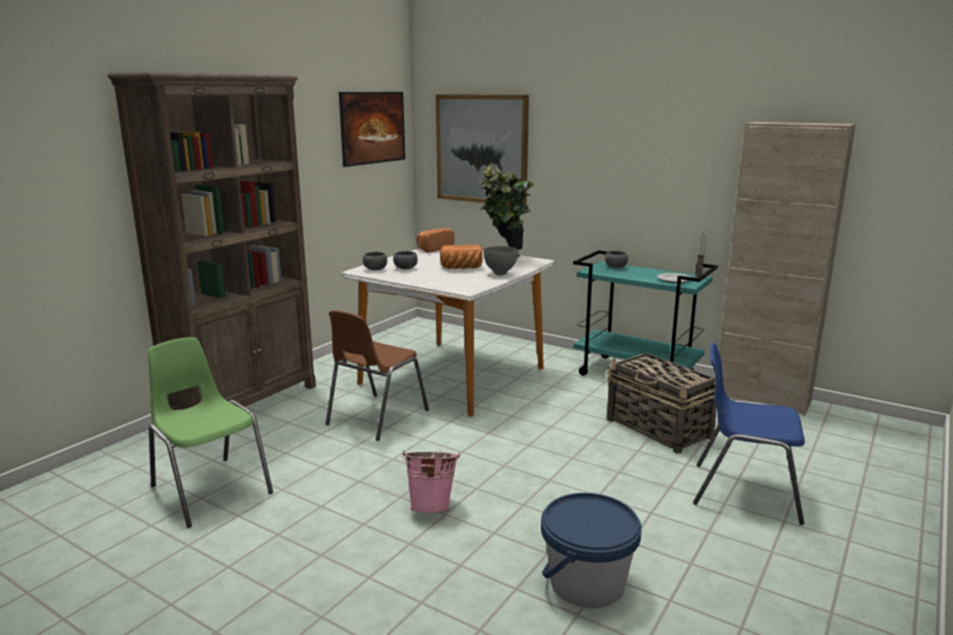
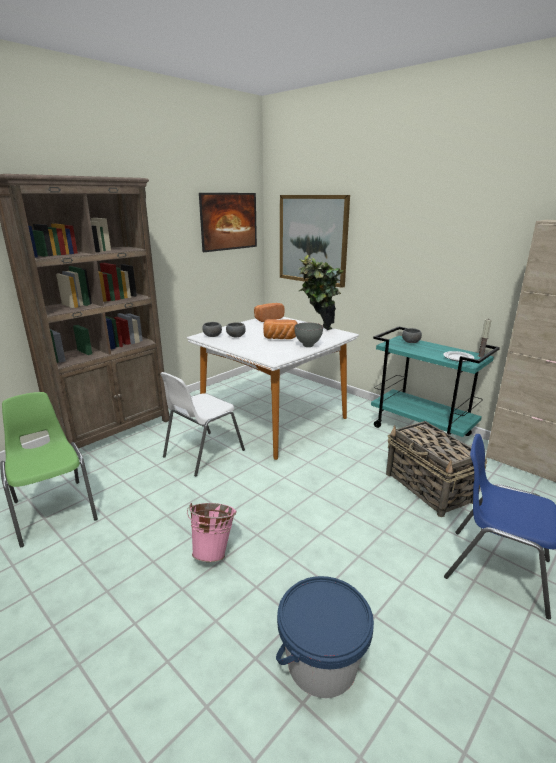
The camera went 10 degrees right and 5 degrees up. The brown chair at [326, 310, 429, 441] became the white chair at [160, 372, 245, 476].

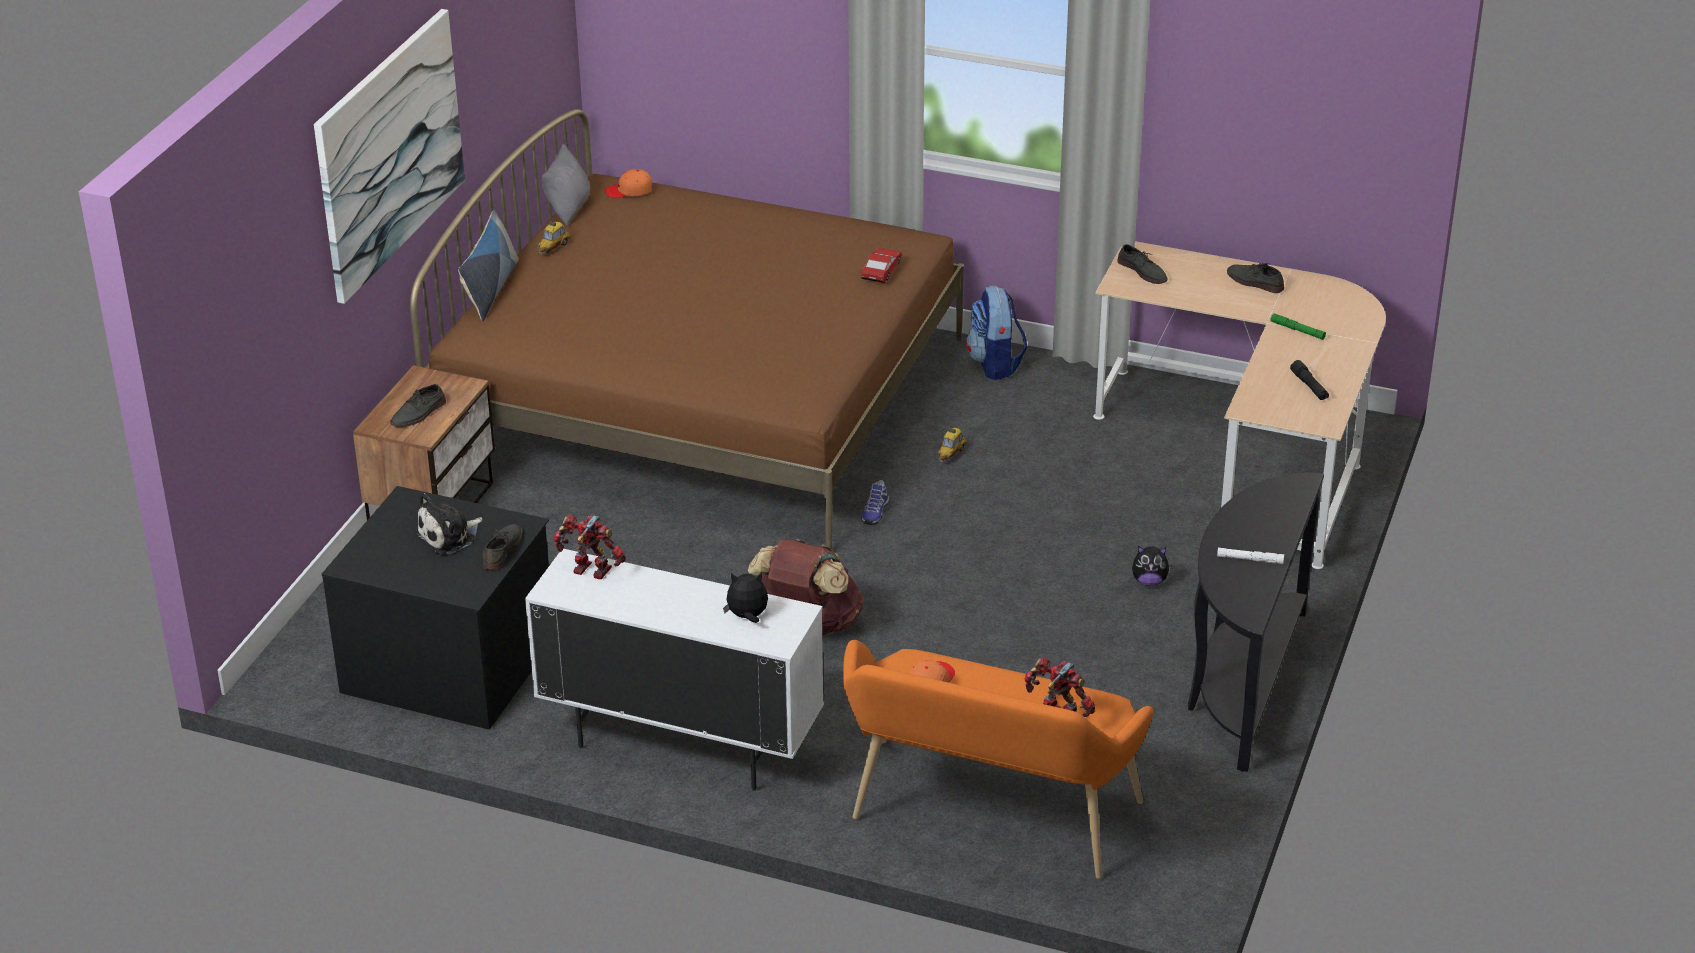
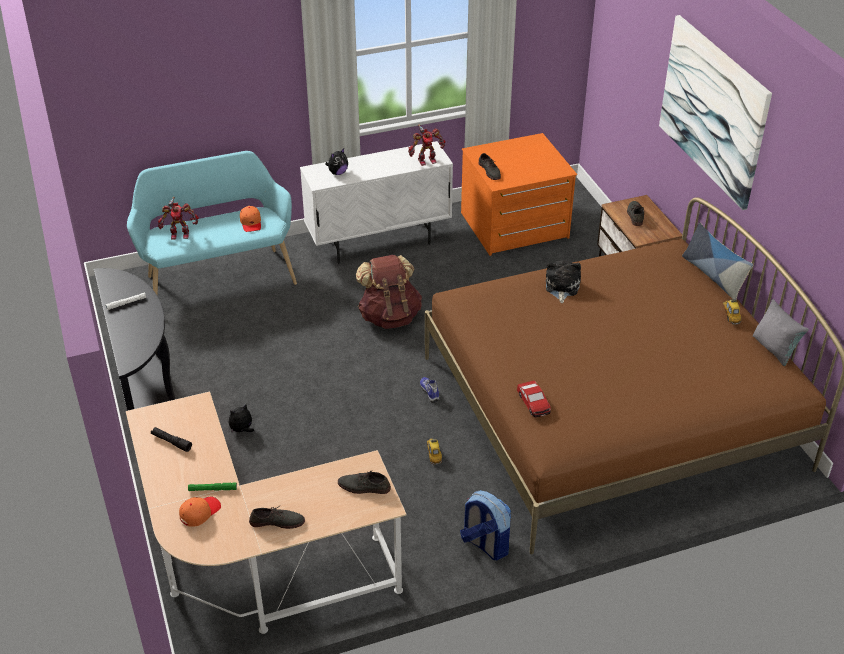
The camera went 140 degrees right and 5 degrees up. The black dresser at [322, 486, 549, 729] became the orange dresser at [461, 133, 577, 256]. The plush toy moved from [415, 493, 483, 554] to [546, 260, 581, 303]. The orange cap moved from [605, 169, 652, 198] to [179, 497, 221, 527]. The orange bench at [843, 640, 1153, 879] became the turquoise bench at [127, 151, 297, 296].

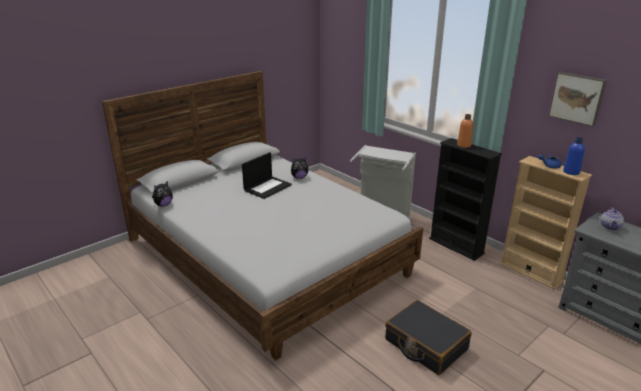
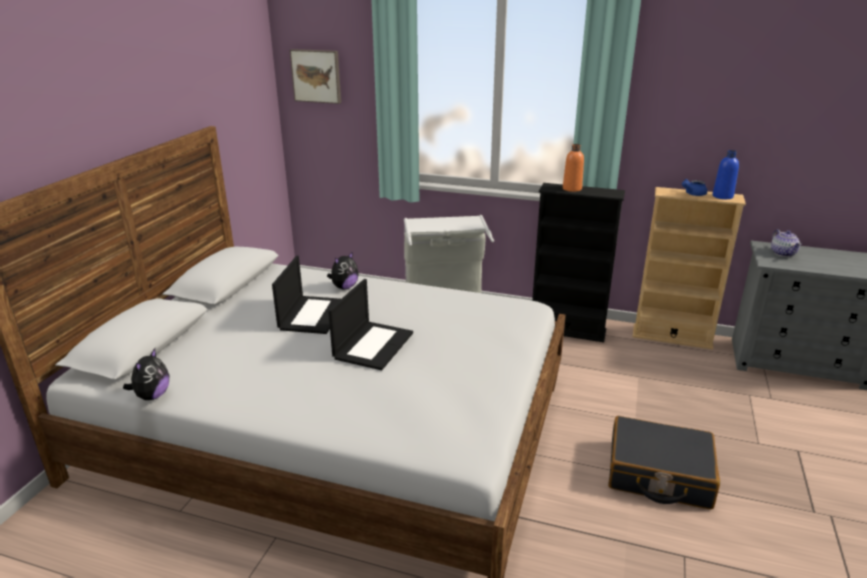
The camera went 30 degrees left and 0 degrees up. The picture moved from [548, 72, 607, 127] to [290, 49, 341, 104]. The laptop at [328, 279, 413, 370] appeared.

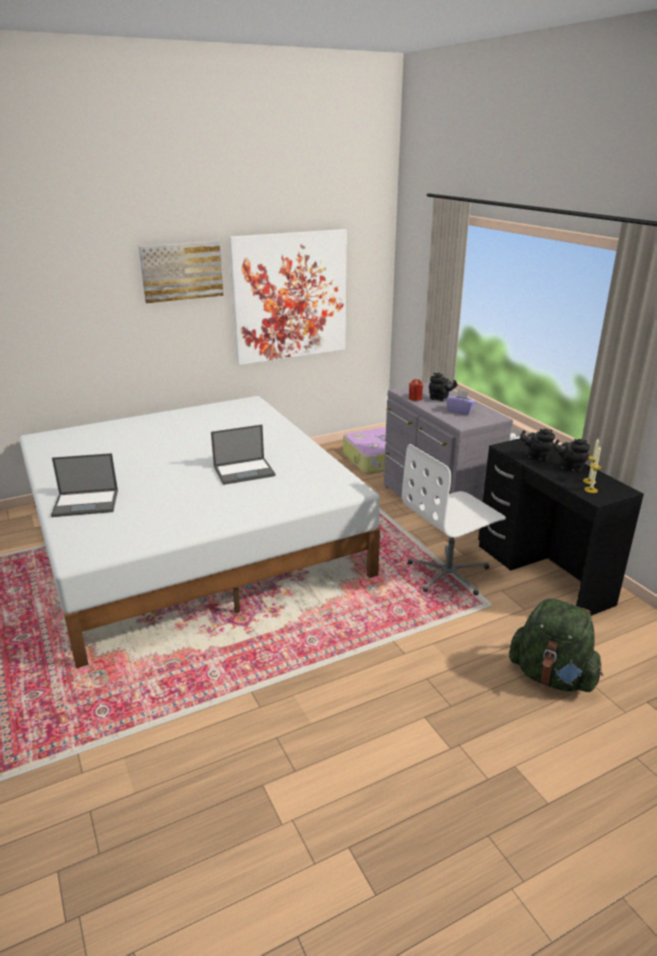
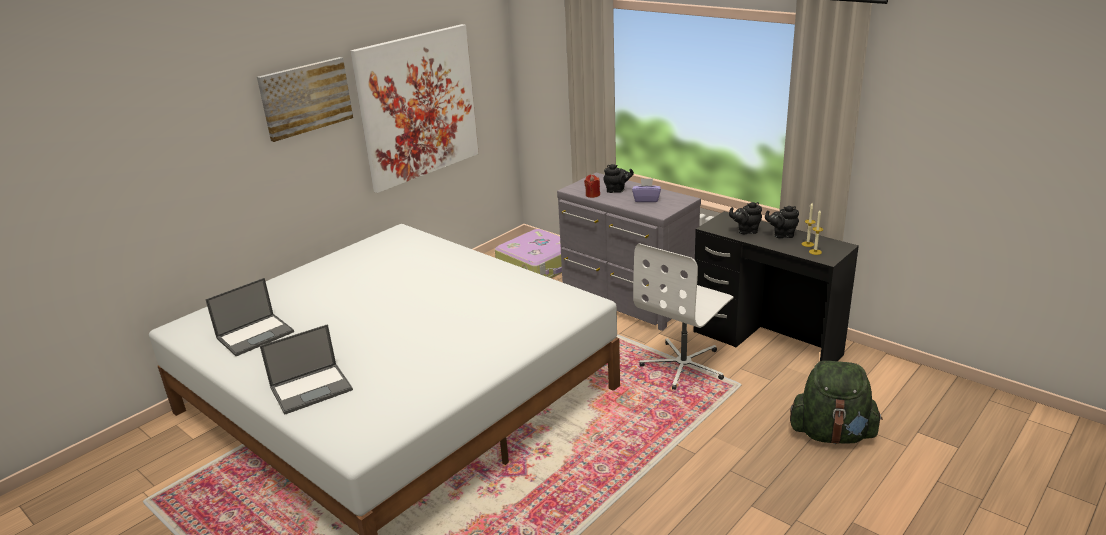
The camera went 20 degrees left and 0 degrees up. The laptop moved from [211, 425, 276, 485] to [205, 278, 294, 356].

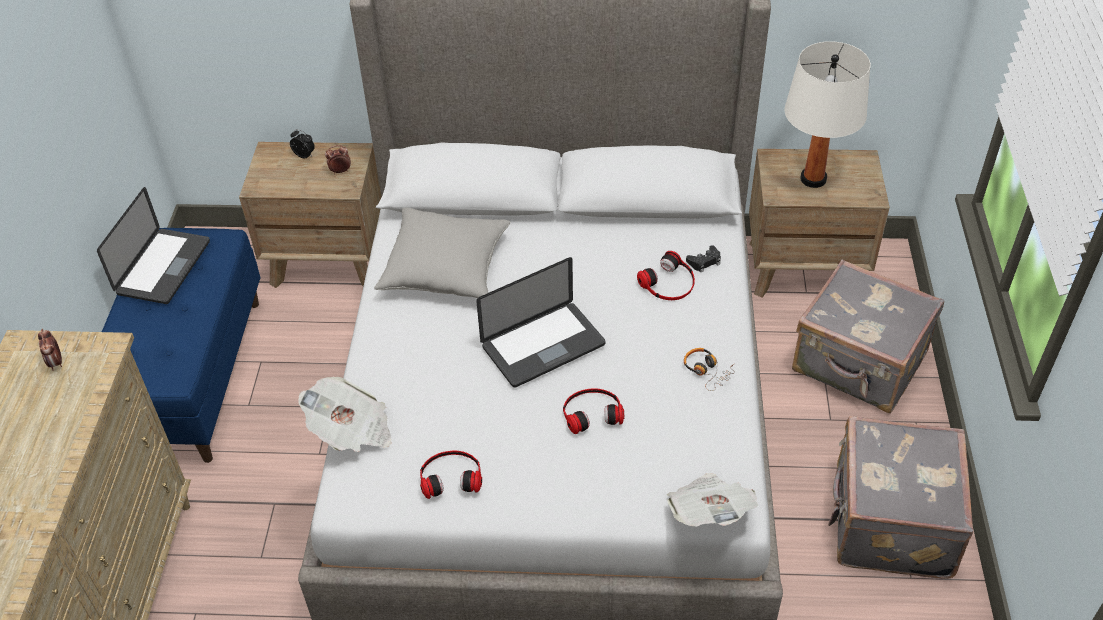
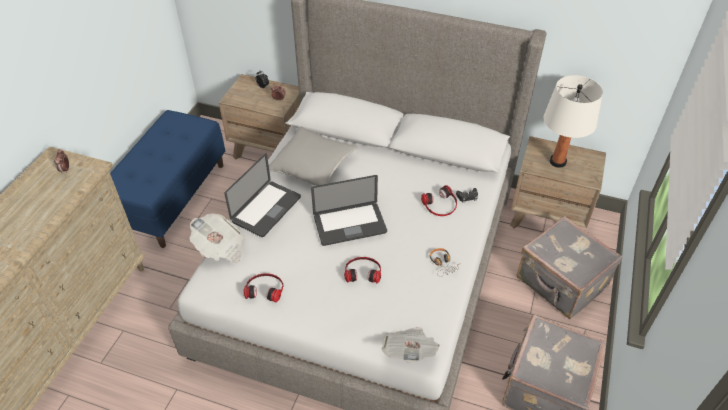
The camera went 15 degrees right and 0 degrees up. The laptop moved from [97, 187, 210, 304] to [224, 153, 301, 237].

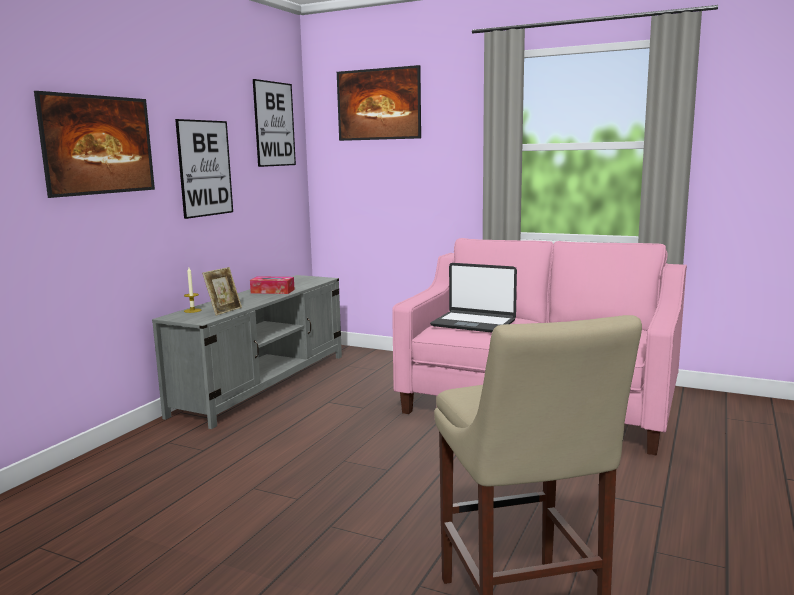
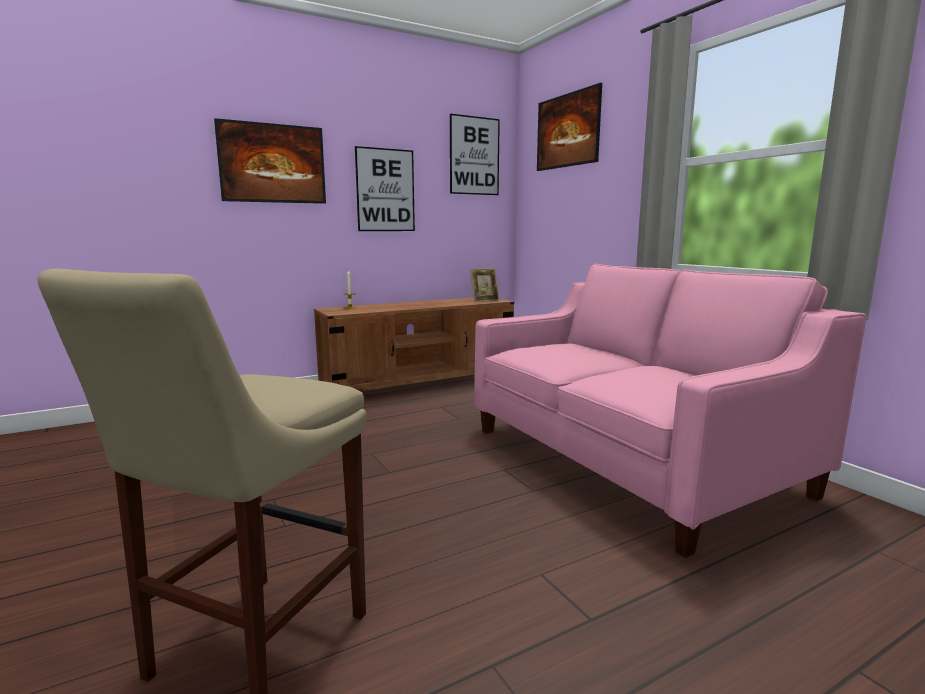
The camera went 35 degrees right and 0 degrees up. The grey tv stand at [152, 275, 342, 429] became the brown tv stand at [314, 297, 514, 391]. The picture frame moved from [202, 267, 242, 316] to [470, 269, 499, 302]. The tissue box at [250, 276, 295, 294] disappeared. The laptop at [430, 263, 517, 333] disappeared.

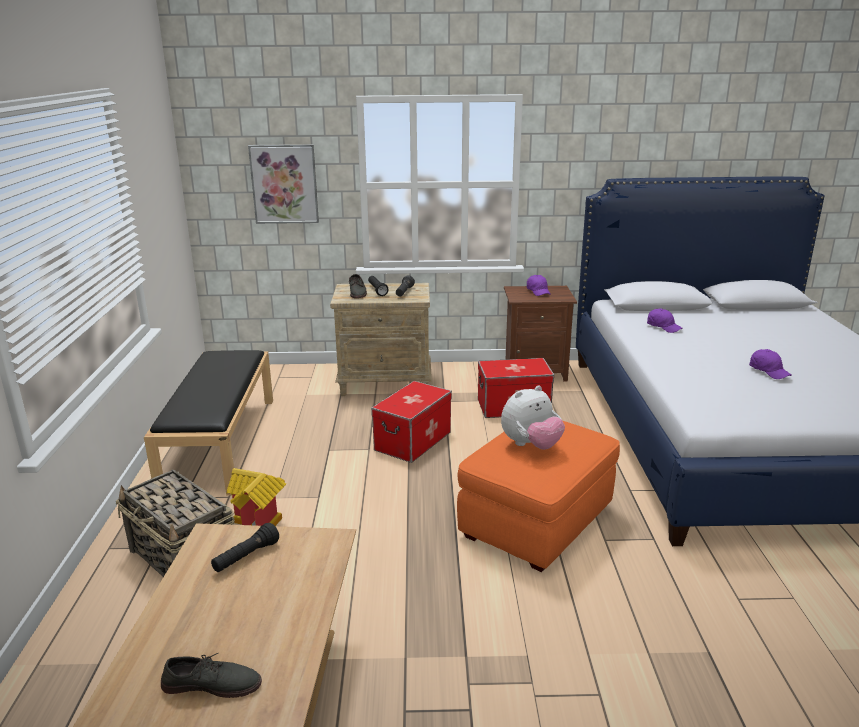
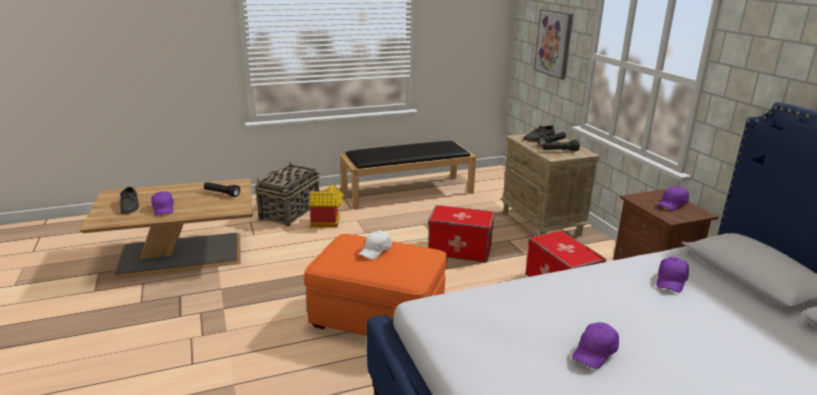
The camera went 70 degrees right and 0 degrees up. The plush toy at [501, 386, 565, 450] was replaced by the white cap at [358, 231, 392, 259]. The purple cap at [151, 191, 174, 216] appeared.

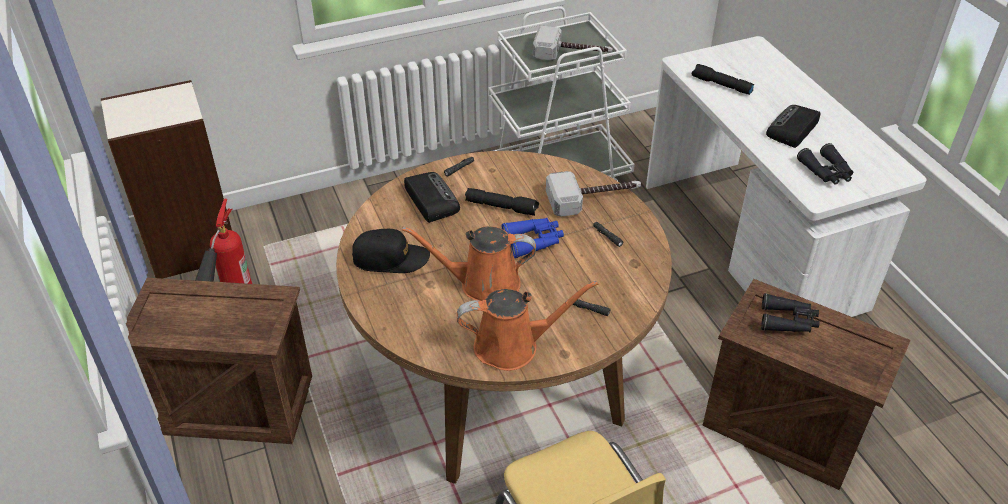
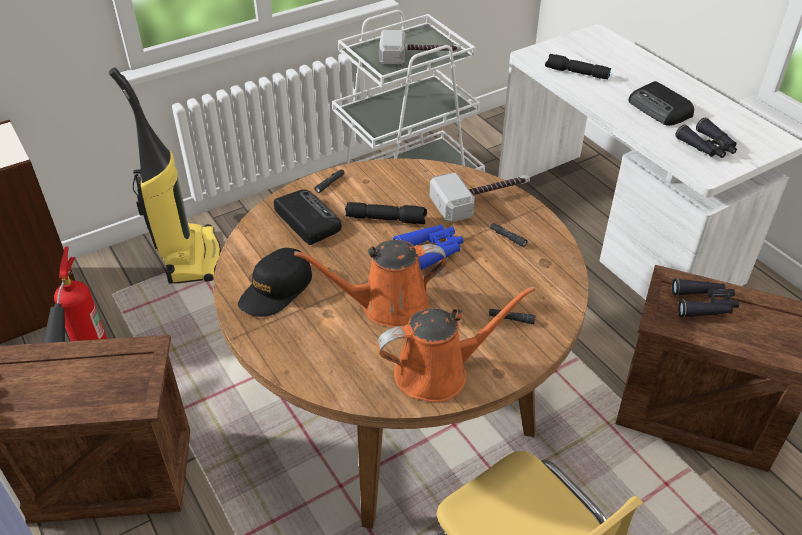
The camera went 10 degrees left and 0 degrees up. The black cap at [352, 229, 430, 273] turned 135 degrees clockwise. The radio at [766, 105, 820, 148] turned 60 degrees counterclockwise. The vacuum cleaner at [109, 67, 221, 284] appeared.

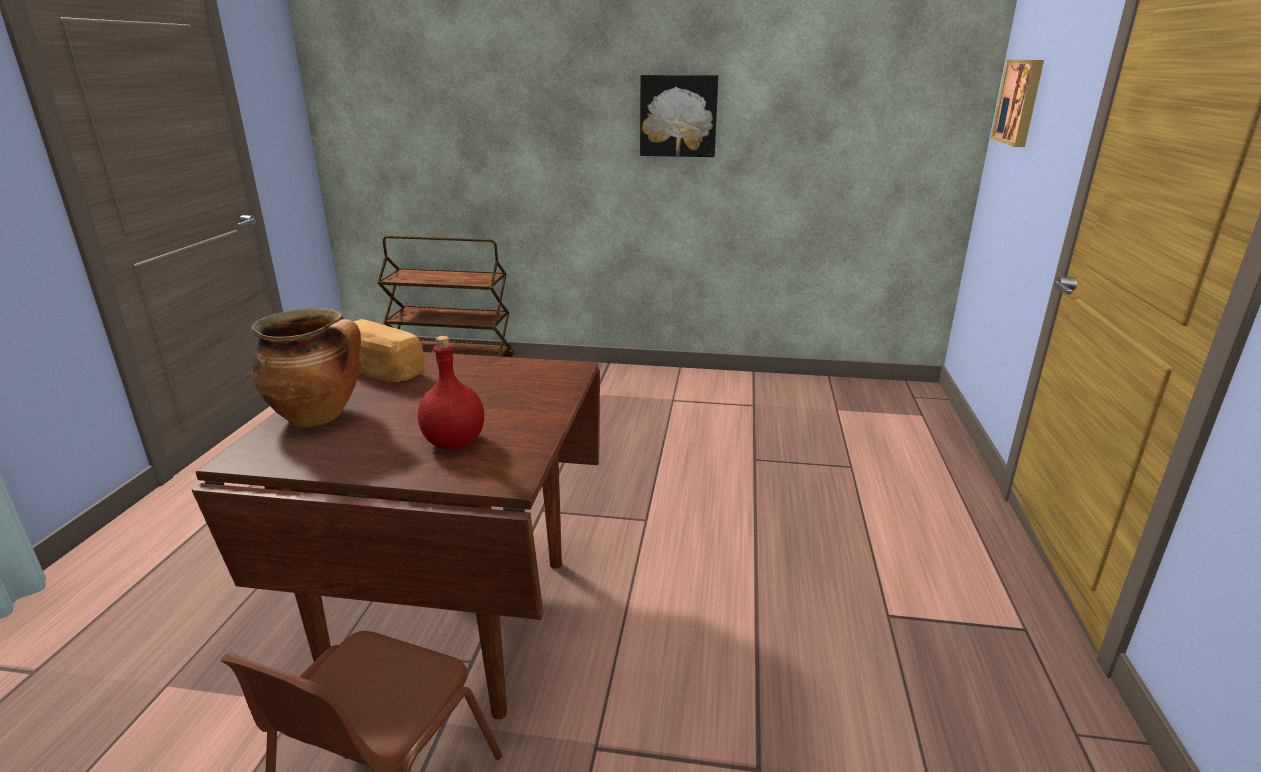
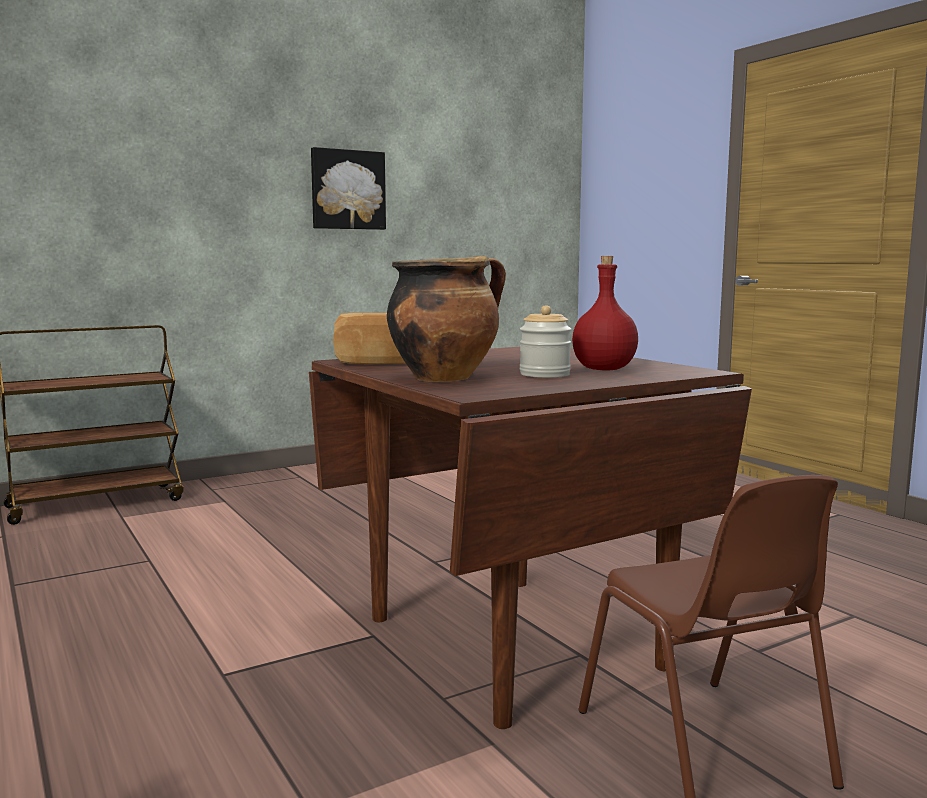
The camera went 40 degrees left and 15 degrees down. The picture at [991, 60, 1044, 147] disappeared. The jar at [520, 305, 571, 378] appeared.

